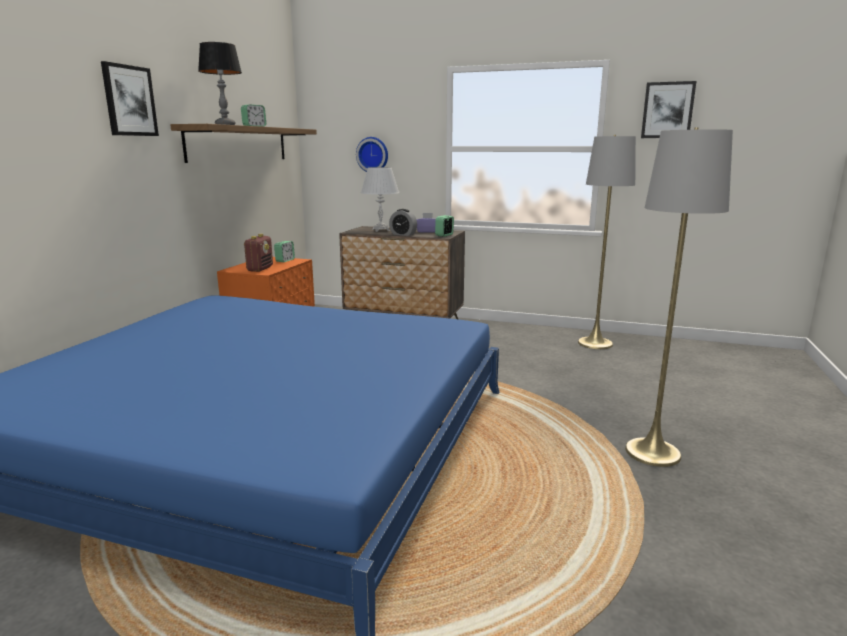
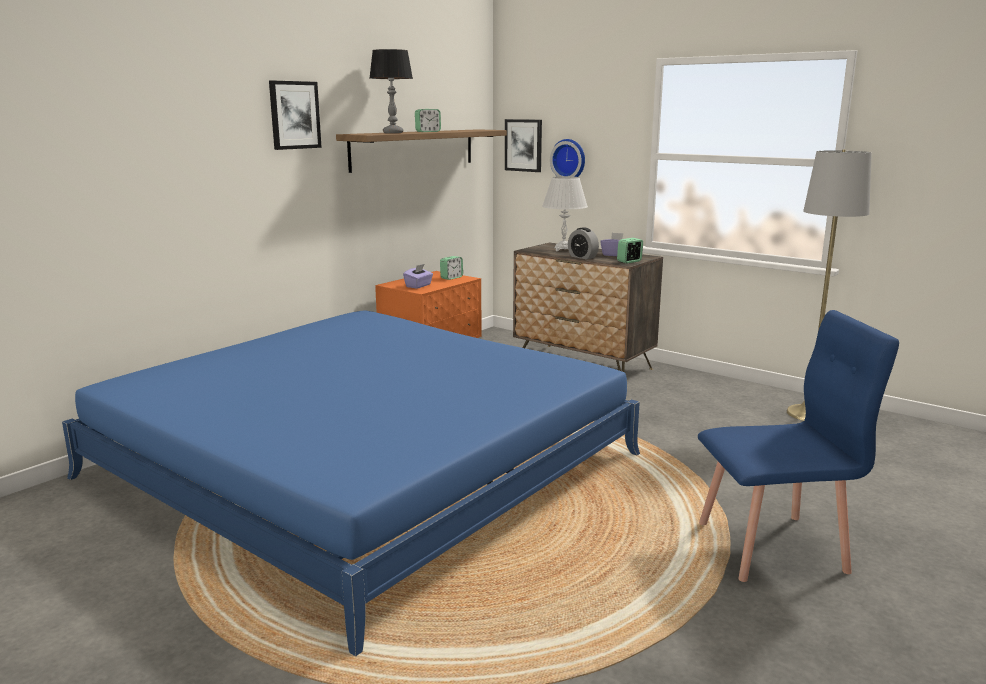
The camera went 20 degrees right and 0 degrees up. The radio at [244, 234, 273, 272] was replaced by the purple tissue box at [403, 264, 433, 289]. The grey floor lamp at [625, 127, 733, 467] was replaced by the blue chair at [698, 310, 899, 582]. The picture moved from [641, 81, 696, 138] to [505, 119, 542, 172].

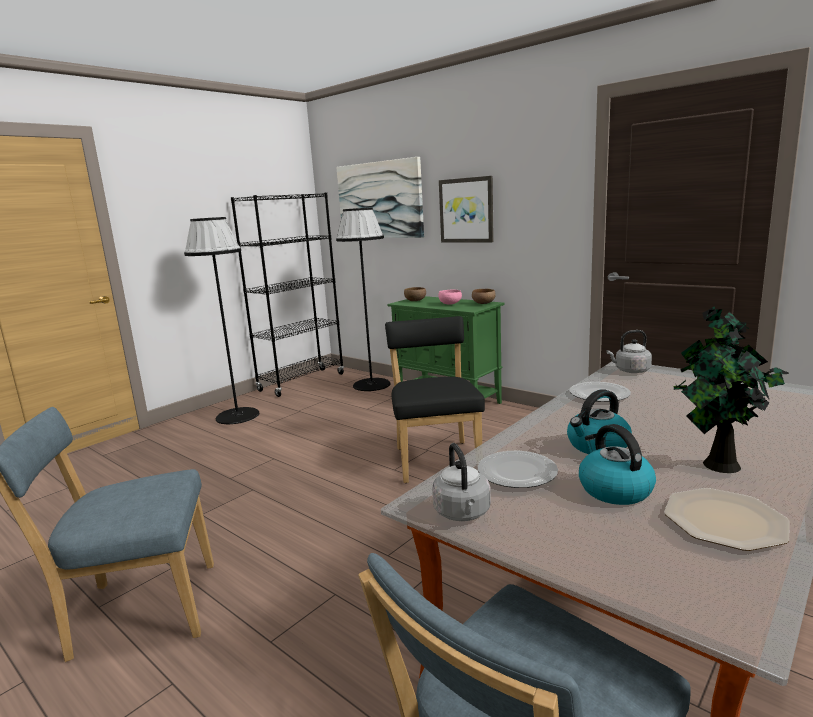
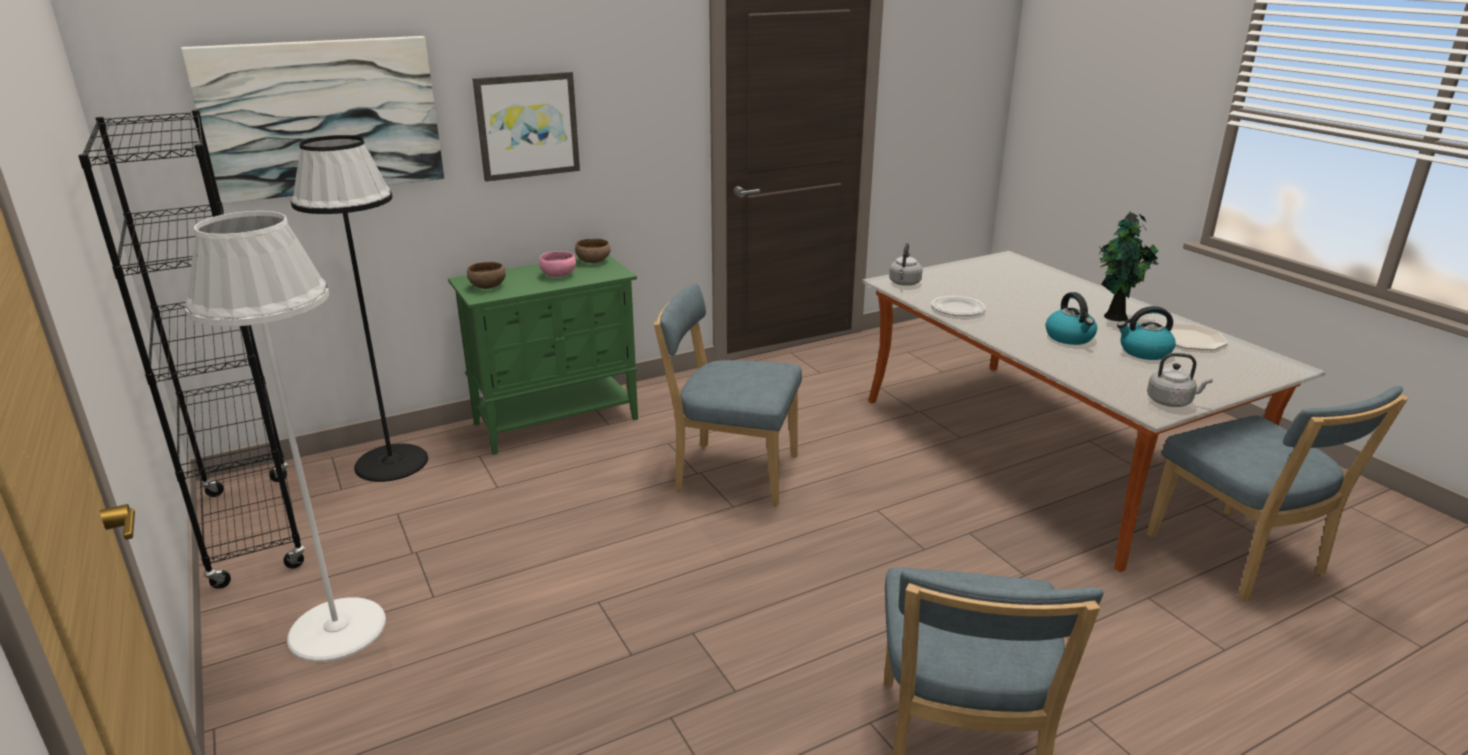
The camera went 70 degrees left and 10 degrees up. The black floor lamp at [184, 217, 259, 424] became the white floor lamp at [184, 211, 386, 662]. The black chair at [385, 316, 485, 483] became the blue chair at [654, 283, 802, 507]. The plate at [478, 451, 558, 488] disappeared.

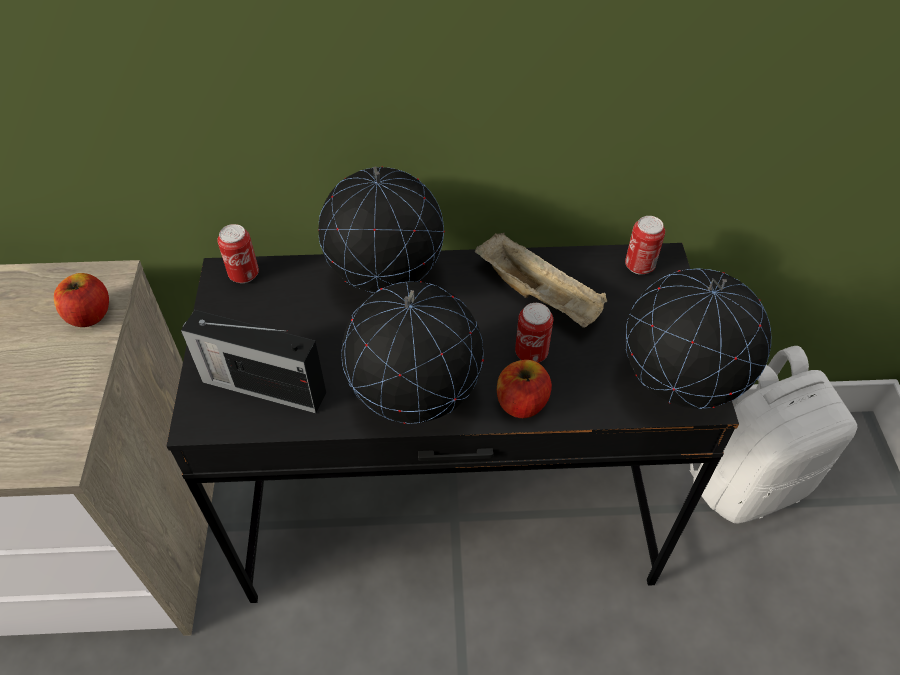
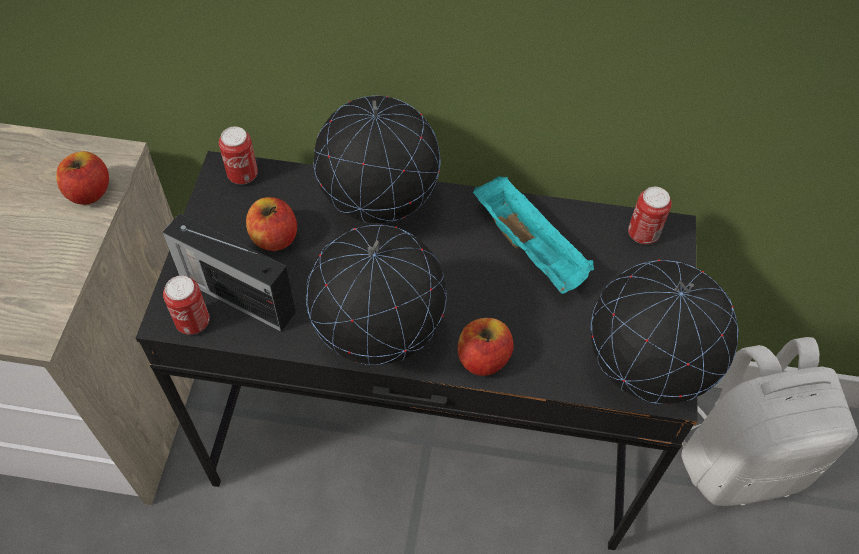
The camera went 10 degrees right and 5 degrees up. The beige tray at [475, 232, 607, 328] became the turquoise tray at [473, 176, 594, 294]. The can moved from [515, 303, 553, 363] to [163, 276, 210, 335]. The apple at [246, 197, 297, 251] appeared.

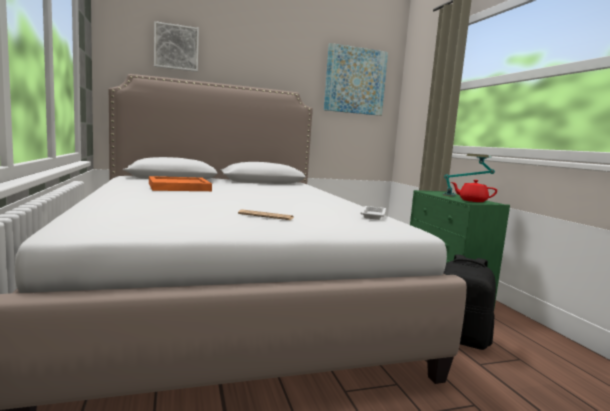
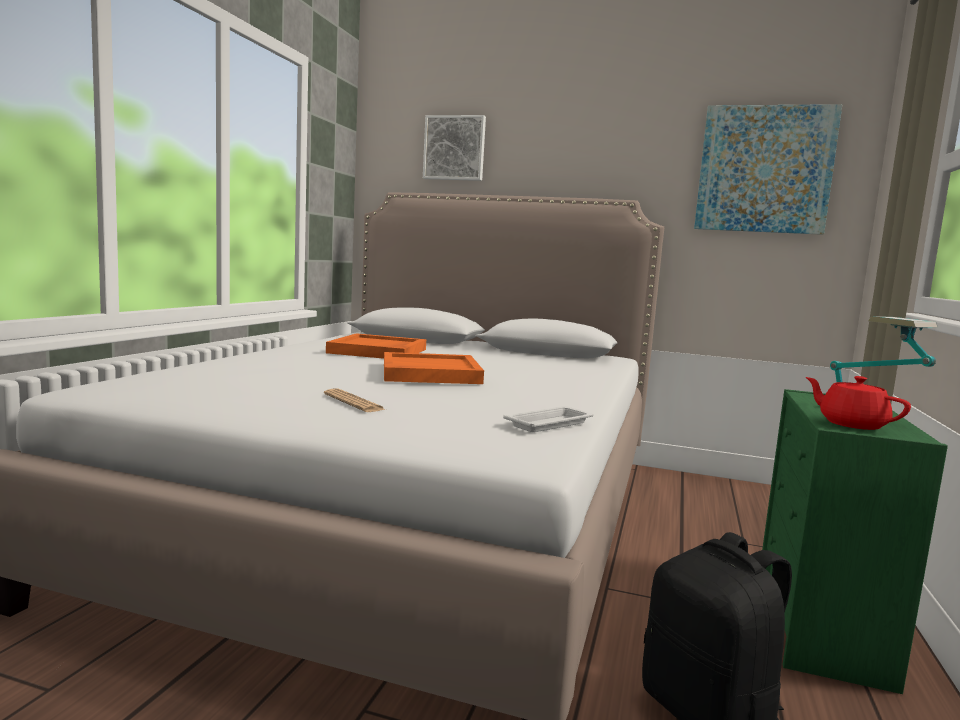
The camera went 35 degrees right and 0 degrees up. The orange tray at [384, 352, 484, 384] appeared.

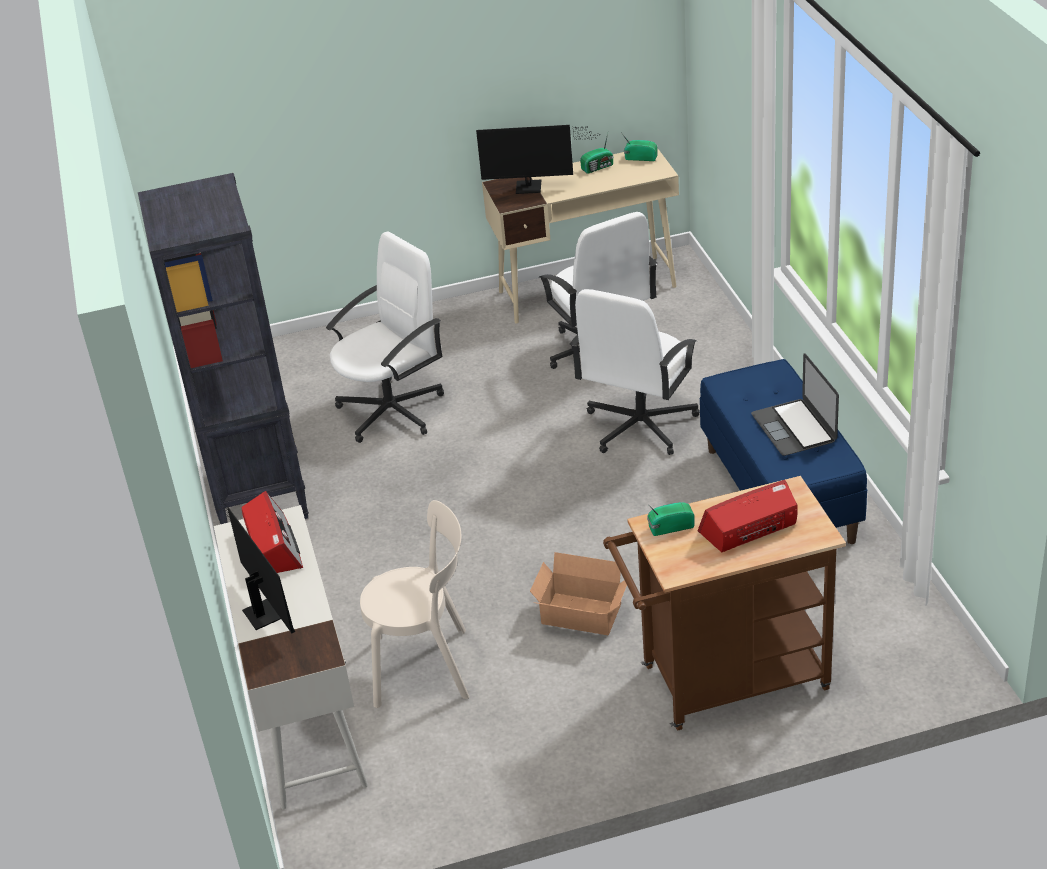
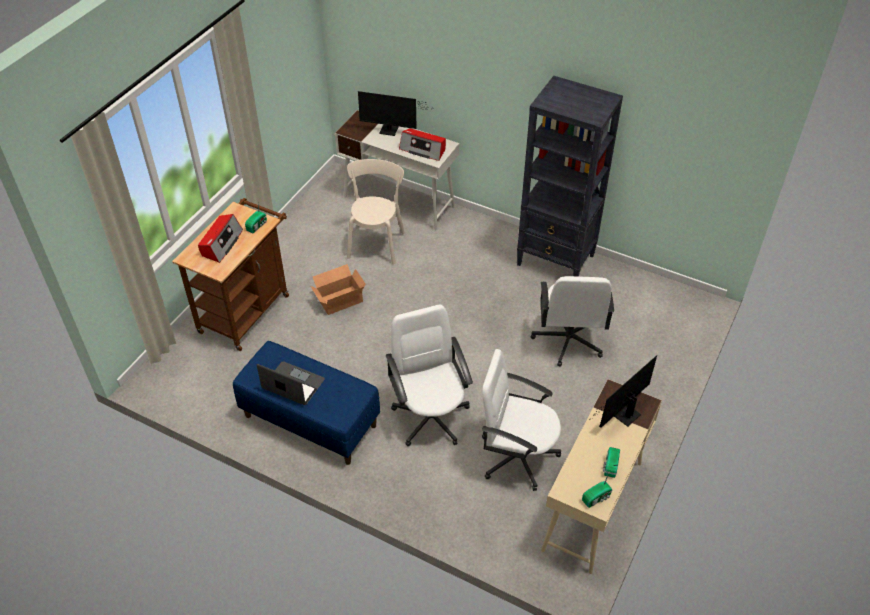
The camera went 130 degrees right and 10 degrees up. The beige chair at [360, 500, 470, 708] turned 150 degrees clockwise.

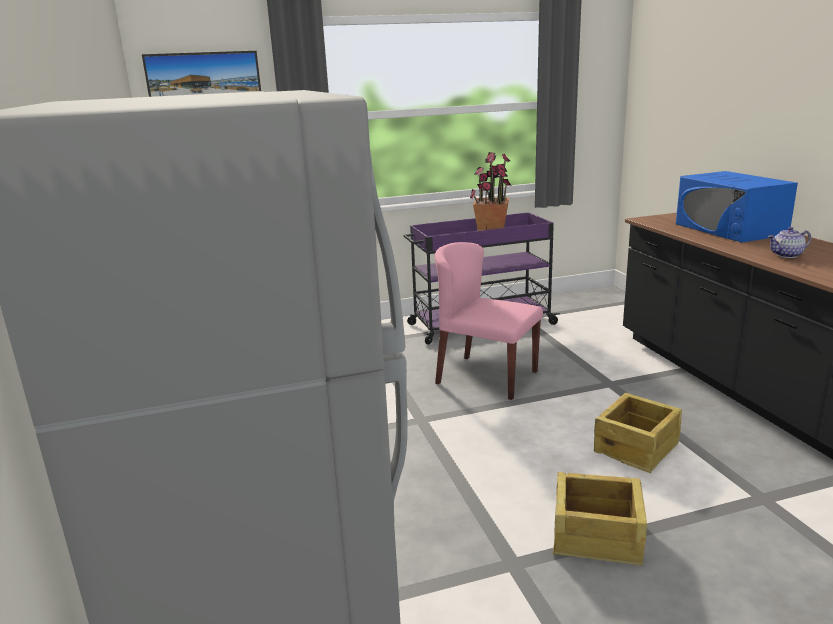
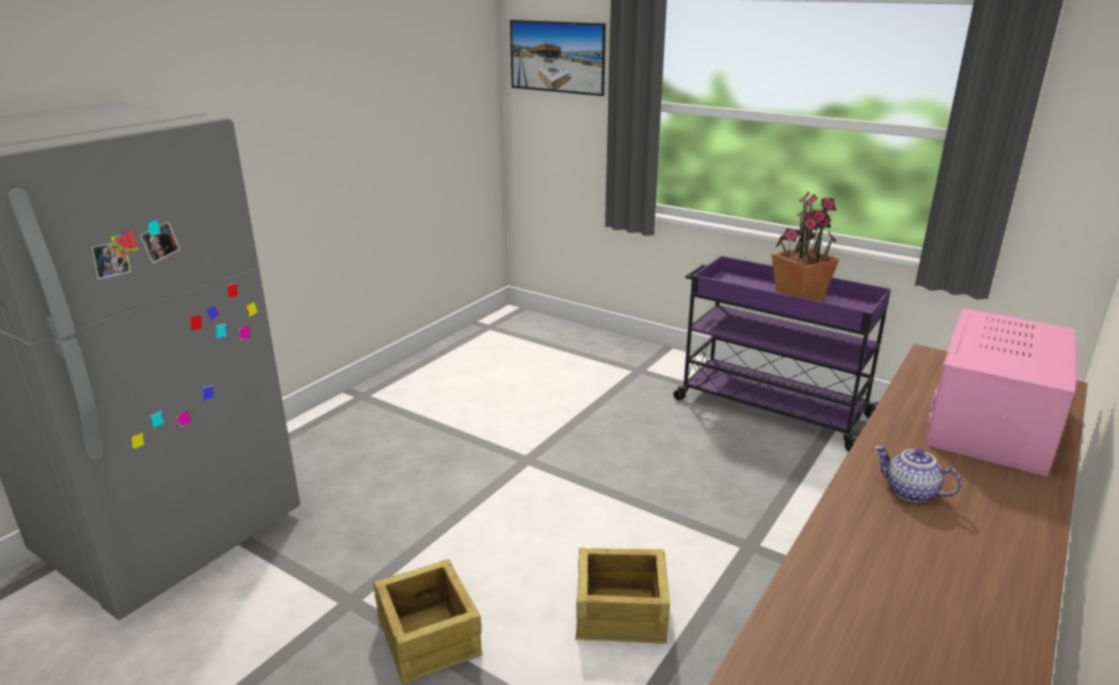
The camera went 50 degrees right and 5 degrees up. The pink chair at [435, 242, 543, 400] disappeared. The blue microwave at [676, 171, 798, 243] became the pink microwave at [925, 308, 1078, 477].

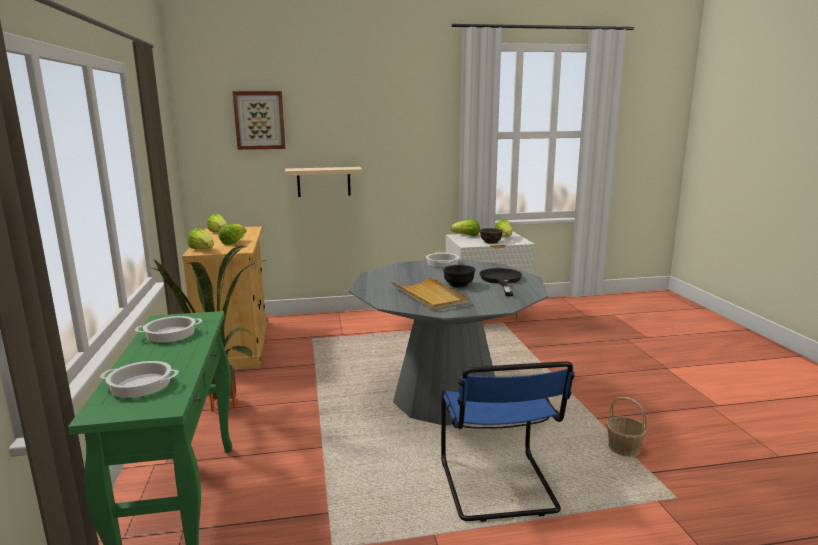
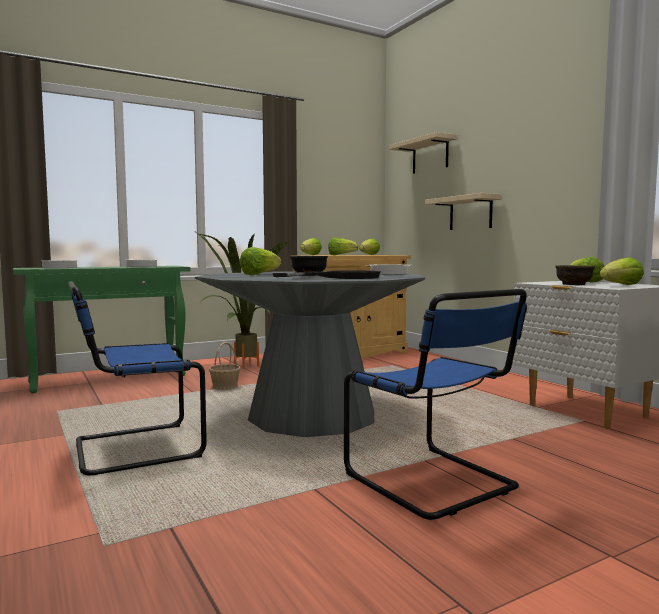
The camera went 70 degrees right and 10 degrees down. The picture at [233, 91, 285, 150] was replaced by the beige shelf at [389, 132, 456, 174]. The beige tray at [391, 276, 469, 311] was replaced by the lettuce at [240, 247, 281, 275]. The basket moved from [606, 397, 647, 457] to [209, 342, 241, 390]. The blue chair at [344, 289, 527, 520] appeared.

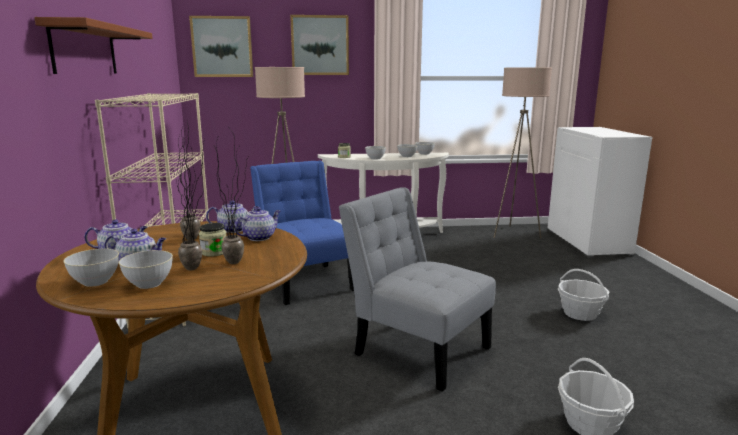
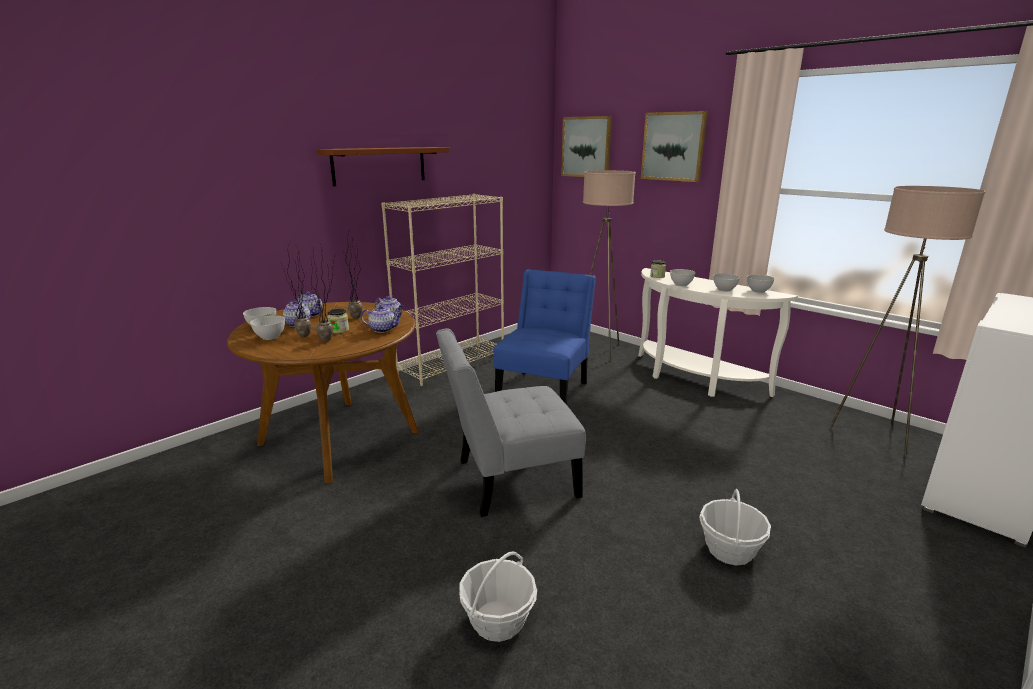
The camera went 50 degrees right and 5 degrees up. The grey chair at [339, 187, 496, 392] turned 105 degrees counterclockwise.

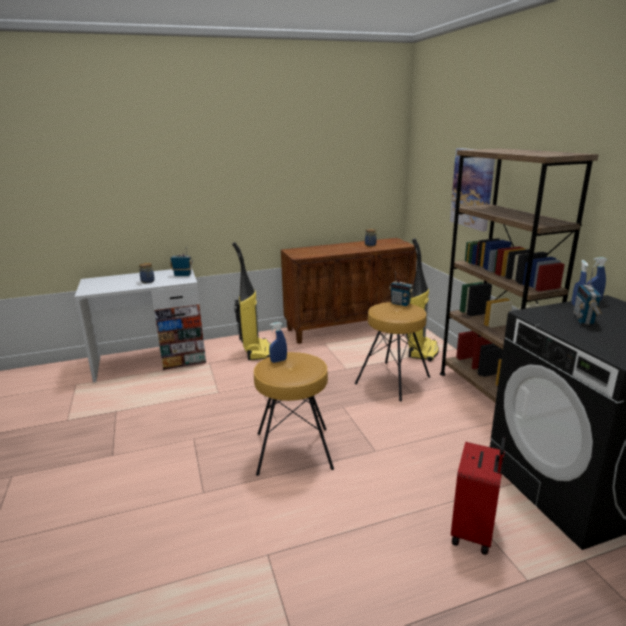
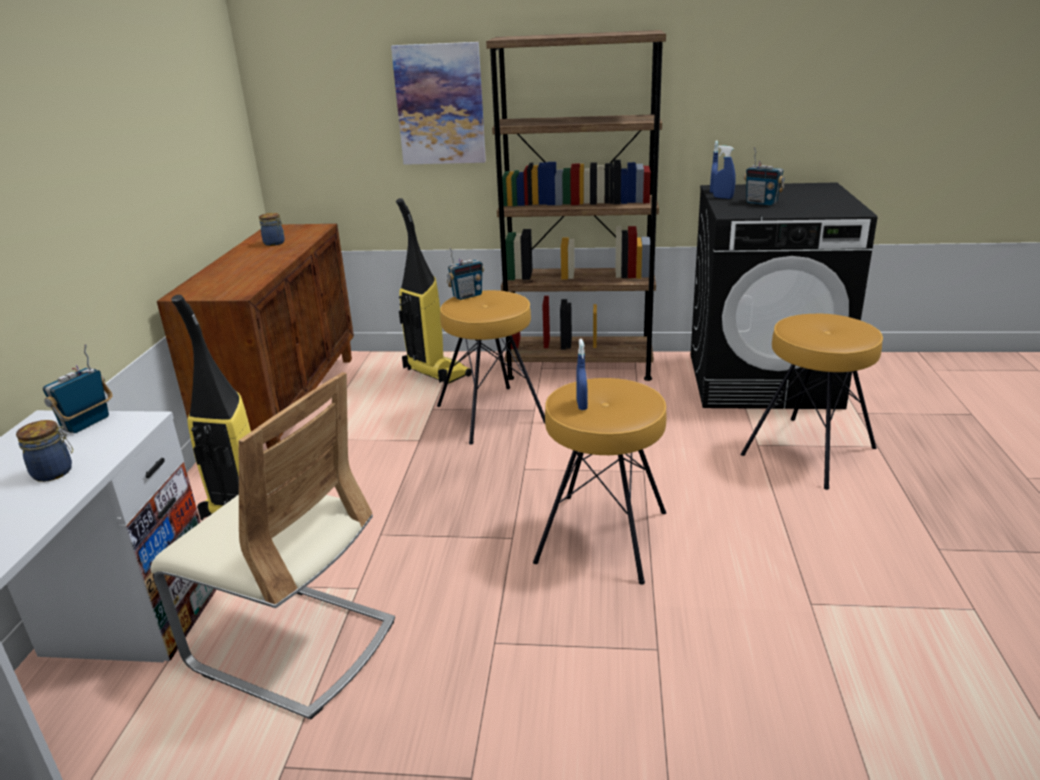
The camera went 65 degrees left and 5 degrees up. The red suitcase at [451, 437, 506, 555] was replaced by the brown stool at [740, 314, 883, 490]. The beige chair at [150, 372, 395, 719] appeared.

